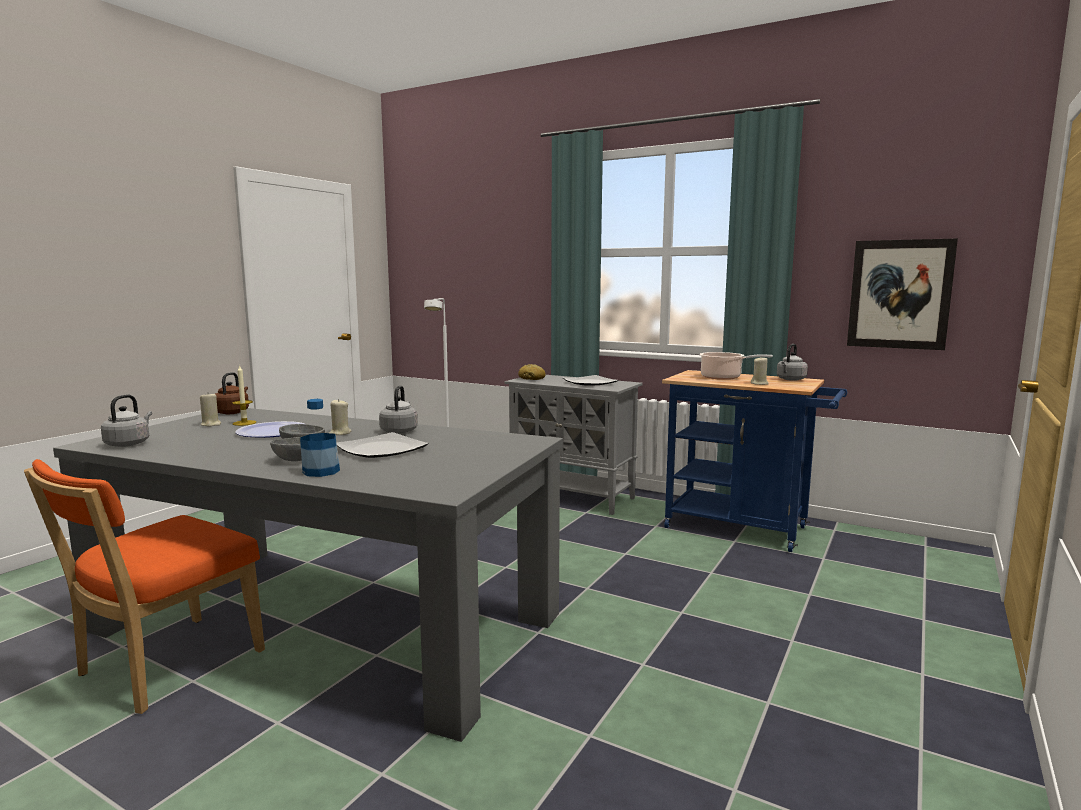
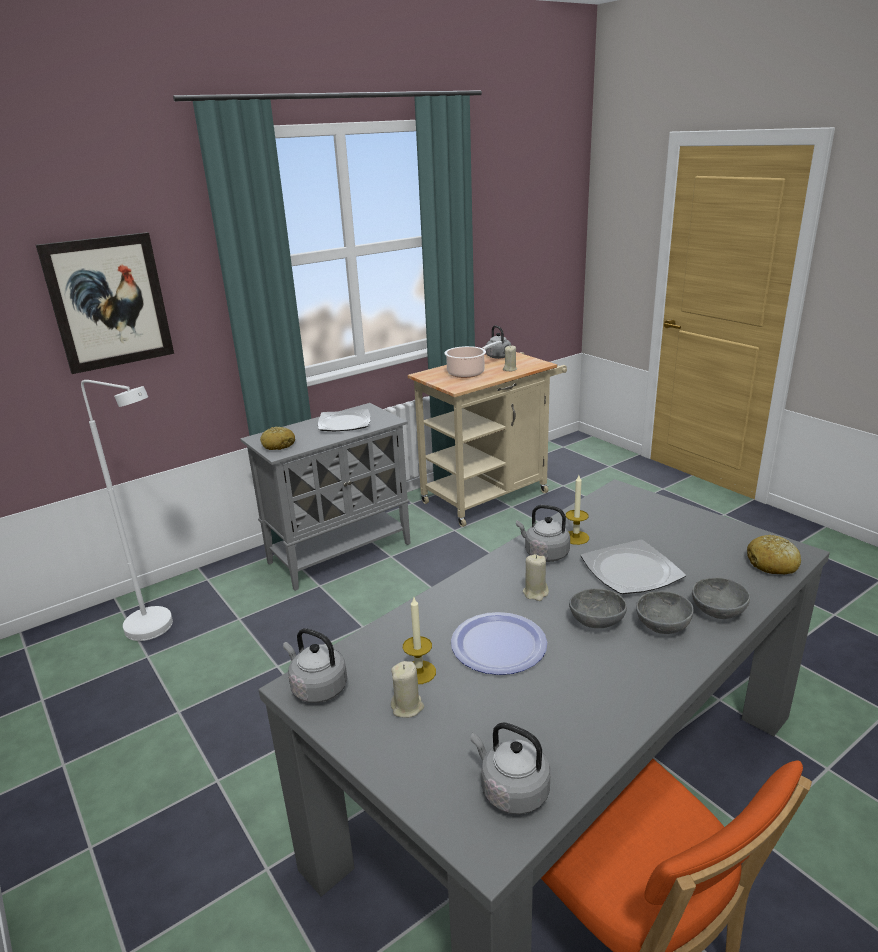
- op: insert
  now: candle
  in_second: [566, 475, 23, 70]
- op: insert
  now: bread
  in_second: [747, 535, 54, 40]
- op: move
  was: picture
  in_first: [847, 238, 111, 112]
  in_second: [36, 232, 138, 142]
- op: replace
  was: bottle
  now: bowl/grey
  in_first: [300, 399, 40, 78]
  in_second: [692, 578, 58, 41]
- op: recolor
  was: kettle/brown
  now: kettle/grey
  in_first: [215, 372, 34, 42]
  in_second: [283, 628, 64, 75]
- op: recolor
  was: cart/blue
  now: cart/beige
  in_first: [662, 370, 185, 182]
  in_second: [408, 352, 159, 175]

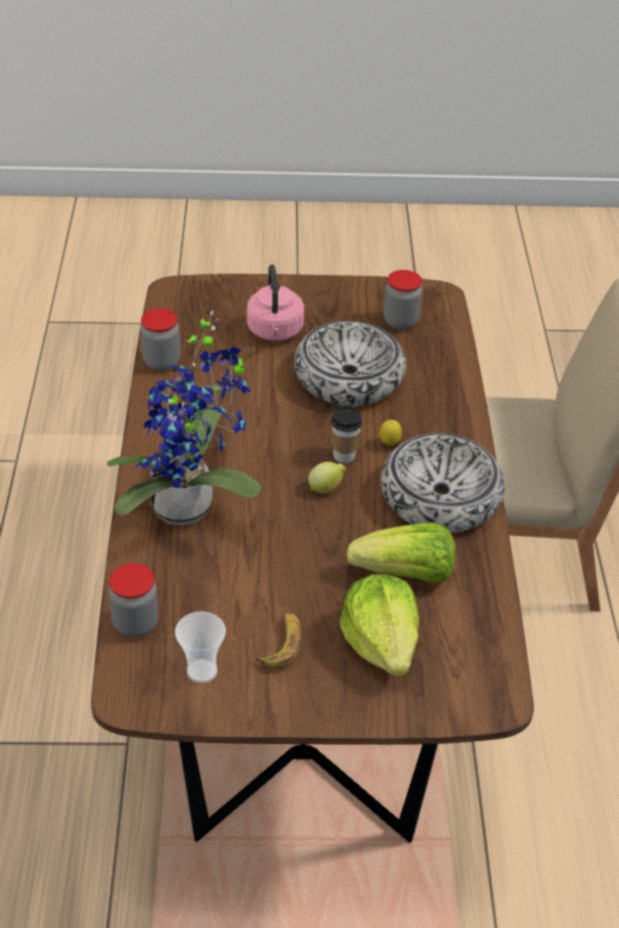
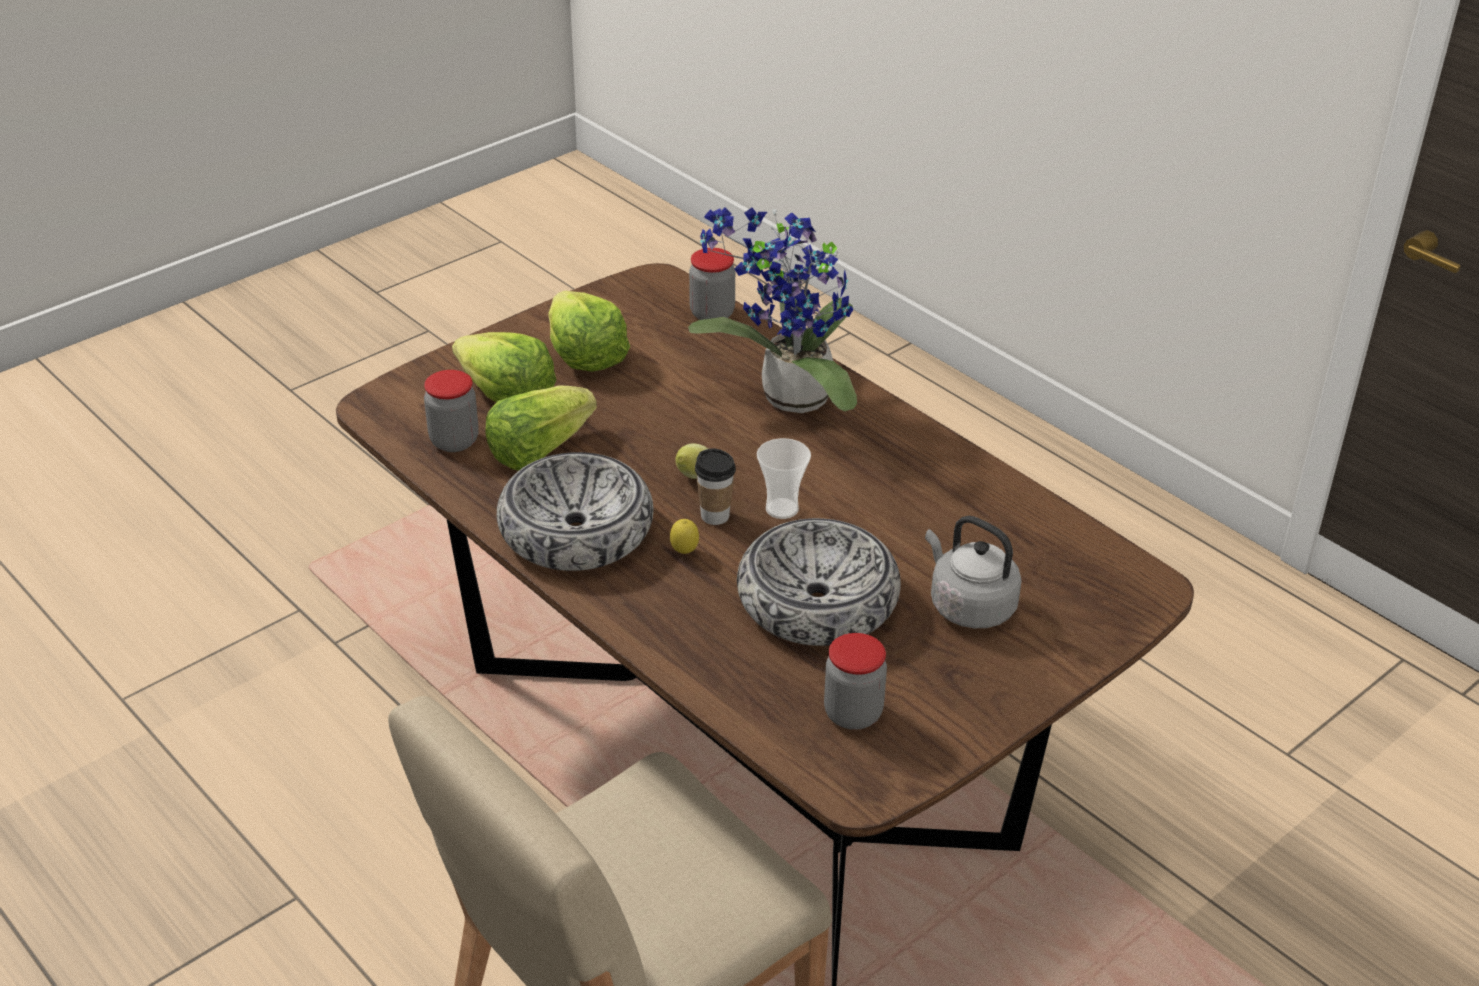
- op: move
  was: jar
  in_first: [140, 308, 40, 63]
  in_second: [424, 370, 55, 82]
- op: move
  was: cup
  in_first: [175, 611, 51, 72]
  in_second: [757, 438, 54, 81]
- op: replace
  was: banana
  now: lettuce
  in_first: [255, 612, 46, 58]
  in_second: [548, 290, 82, 82]
- op: recolor
  was: kettle/pink
  now: kettle/grey
  in_first: [247, 264, 57, 77]
  in_second: [925, 516, 97, 112]

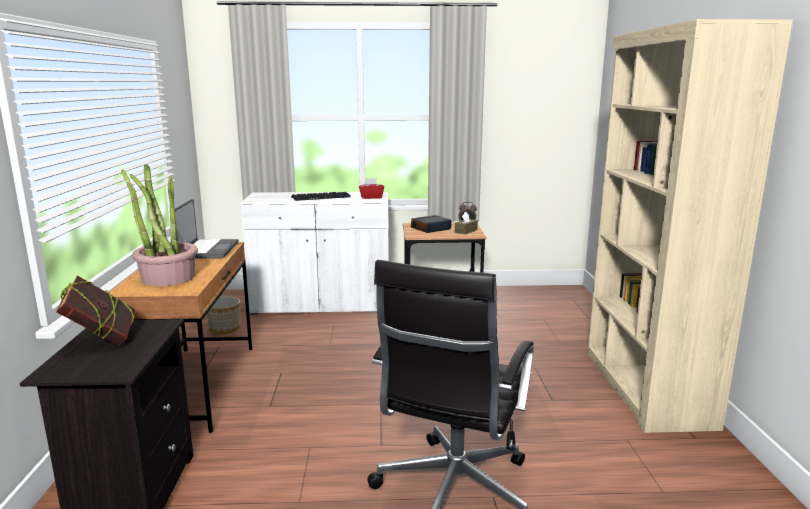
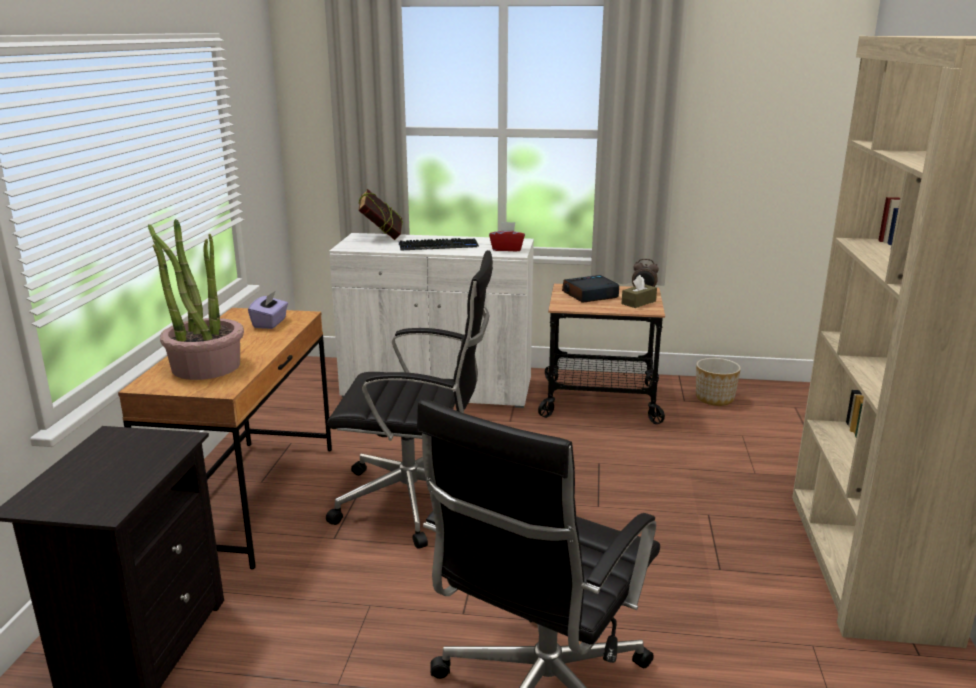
- op: insert
  now: office chair/black
  in_second: [326, 250, 167, 299]
- op: move
  was: book
  in_first: [56, 275, 79, 70]
  in_second: [358, 189, 45, 51]
- op: move
  was: planter
  in_first: [206, 296, 34, 38]
  in_second: [696, 358, 45, 48]
- op: replace
  was: laptop
  now: tissue box/purple
  in_first: [175, 199, 64, 60]
  in_second: [248, 291, 40, 38]

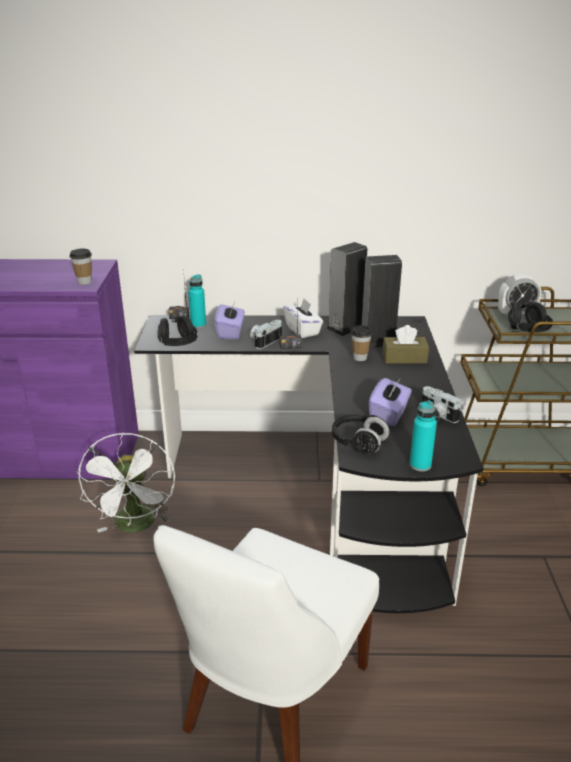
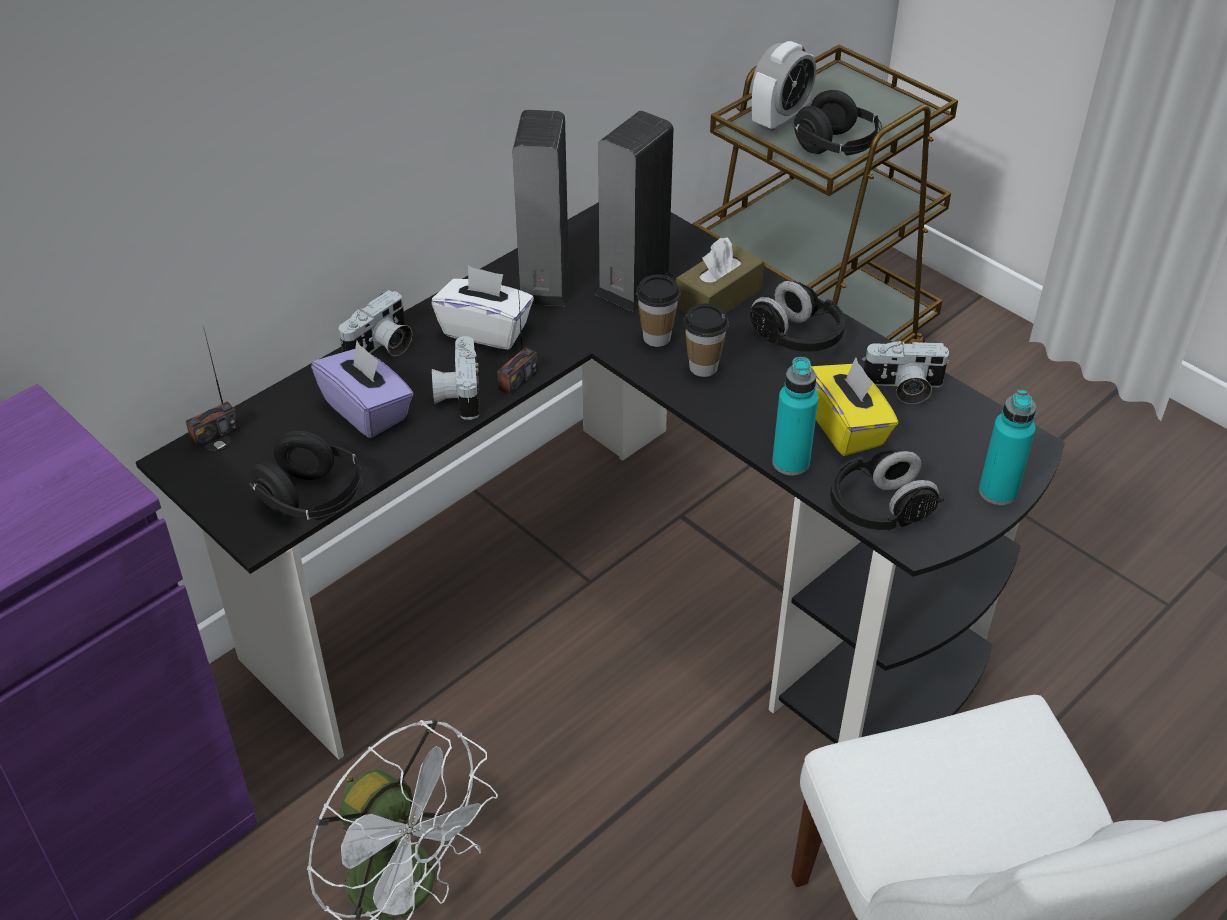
- op: insert
  now: photo camera
  in_second: [339, 290, 73, 66]
- op: insert
  now: headphones/black
  in_second: [750, 281, 95, 71]
- op: move
  was: cup
  in_first: [70, 248, 22, 37]
  in_second: [683, 303, 46, 74]
- op: move
  was: bottle/turquoise
  in_first: [188, 274, 18, 54]
  in_second: [772, 357, 46, 119]
- op: recolor
  was: tissue box/purple
  now: tissue box/yellow
  in_first: [368, 378, 44, 48]
  in_second: [811, 357, 87, 99]

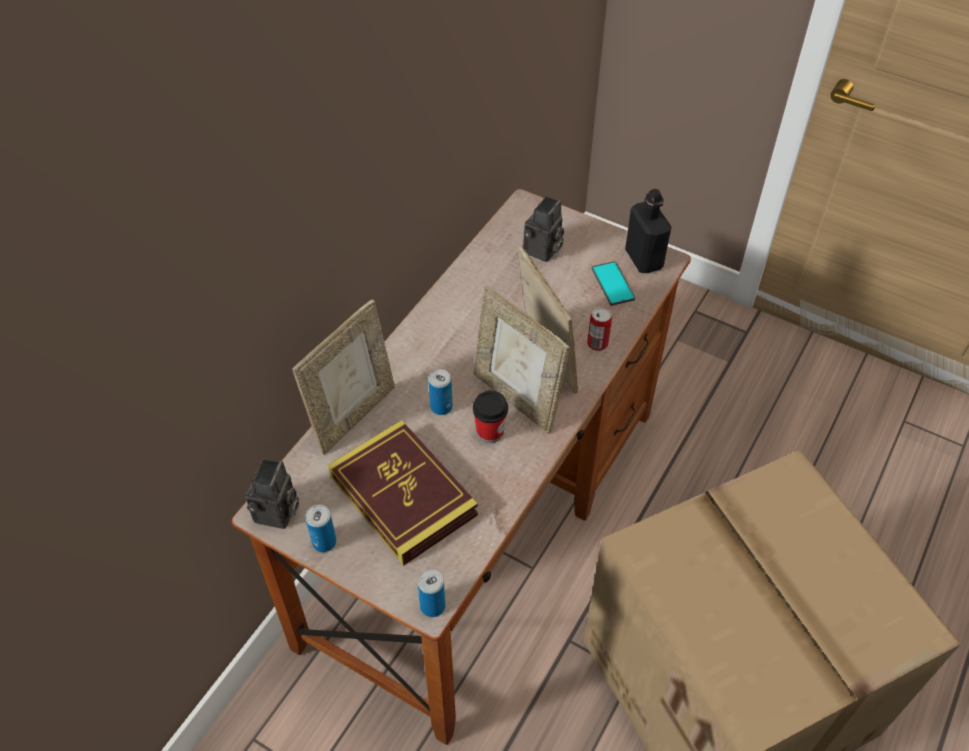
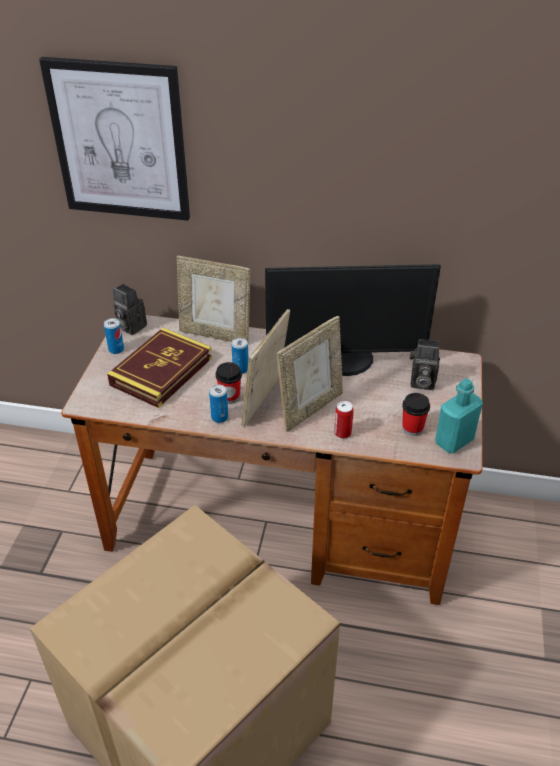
- op: insert
  now: picture
  in_second: [39, 57, 151, 164]
- op: insert
  now: monitor
  in_second: [265, 264, 176, 112]
- op: move
  was: can
  in_first: [417, 569, 28, 48]
  in_second: [209, 384, 19, 39]
- op: replace
  was: phone
  now: cup
  in_first: [591, 261, 44, 45]
  in_second: [402, 393, 28, 43]
- op: recolor
  was: bottle/black
  now: bottle/turquoise
  in_first: [625, 189, 47, 84]
  in_second: [435, 379, 48, 74]
- op: rotate
  was: photo camera
  in_first: [245, 459, 54, 70]
  in_second: [113, 284, 34, 51]
  clockwise: 45

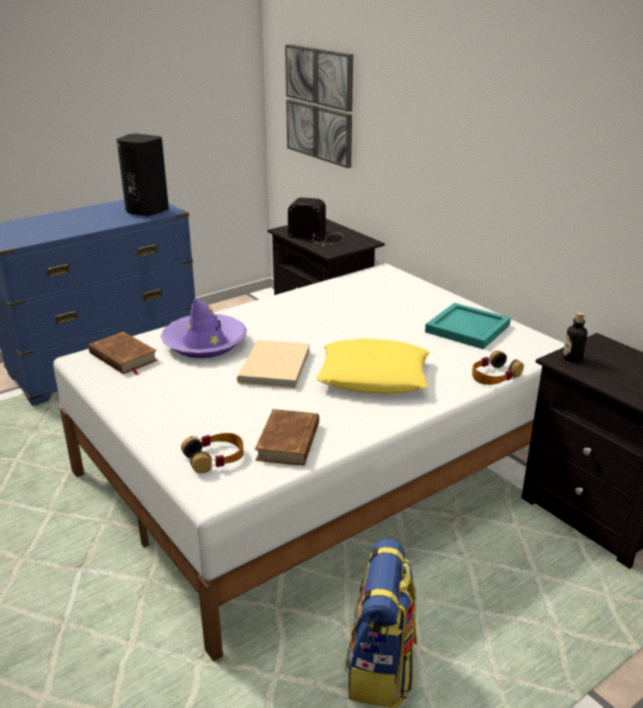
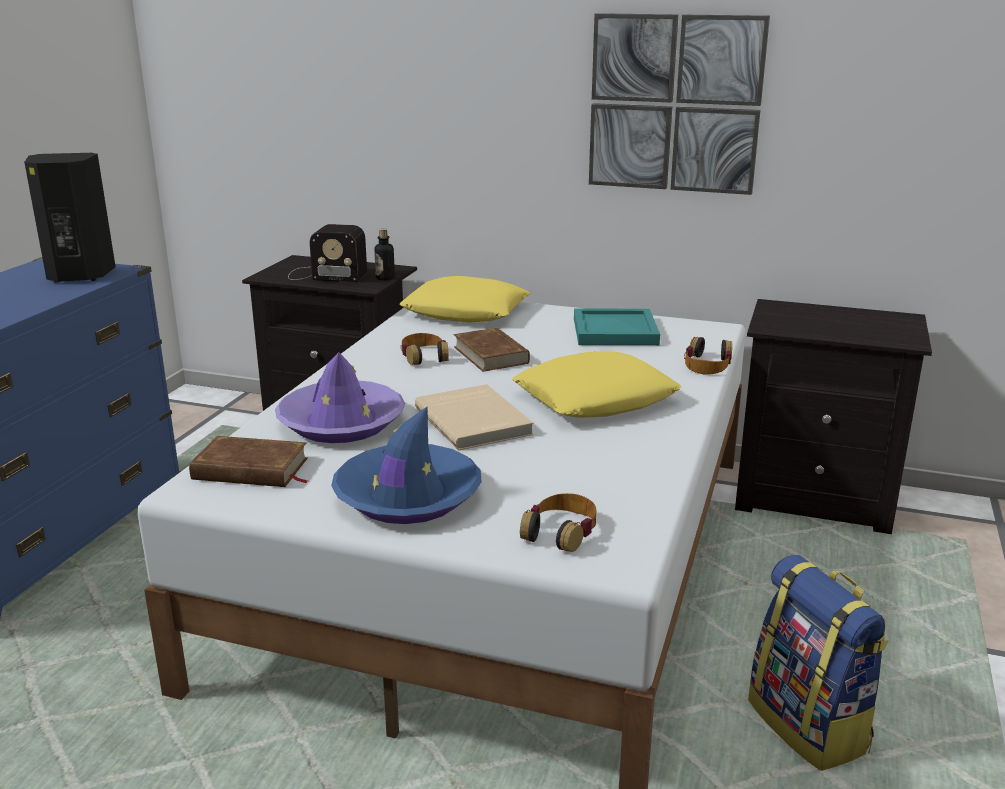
- op: insert
  now: hat/blue
  in_second: [331, 407, 150, 117]
- op: insert
  now: pillow/yellow
  in_second: [399, 276, 131, 46]
- op: insert
  now: headphones
  in_second: [401, 333, 48, 32]
- op: move
  was: book/brown
  in_first: [255, 409, 64, 57]
  in_second: [453, 328, 77, 44]
- op: move
  was: picture
  in_first: [285, 44, 68, 124]
  in_second: [589, 13, 181, 182]
- op: move
  was: bottle
  in_first: [563, 312, 24, 50]
  in_second: [374, 229, 21, 51]
- op: rotate
  was: radio
  in_first: [288, 197, 56, 49]
  in_second: [288, 224, 79, 58]
  clockwise: -150

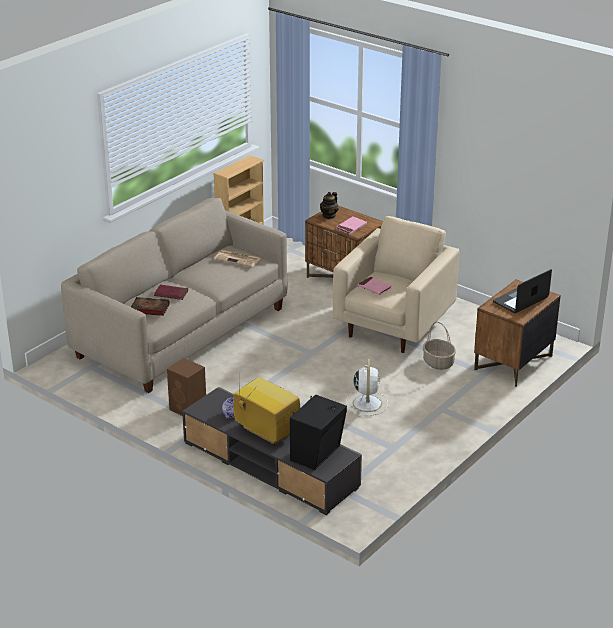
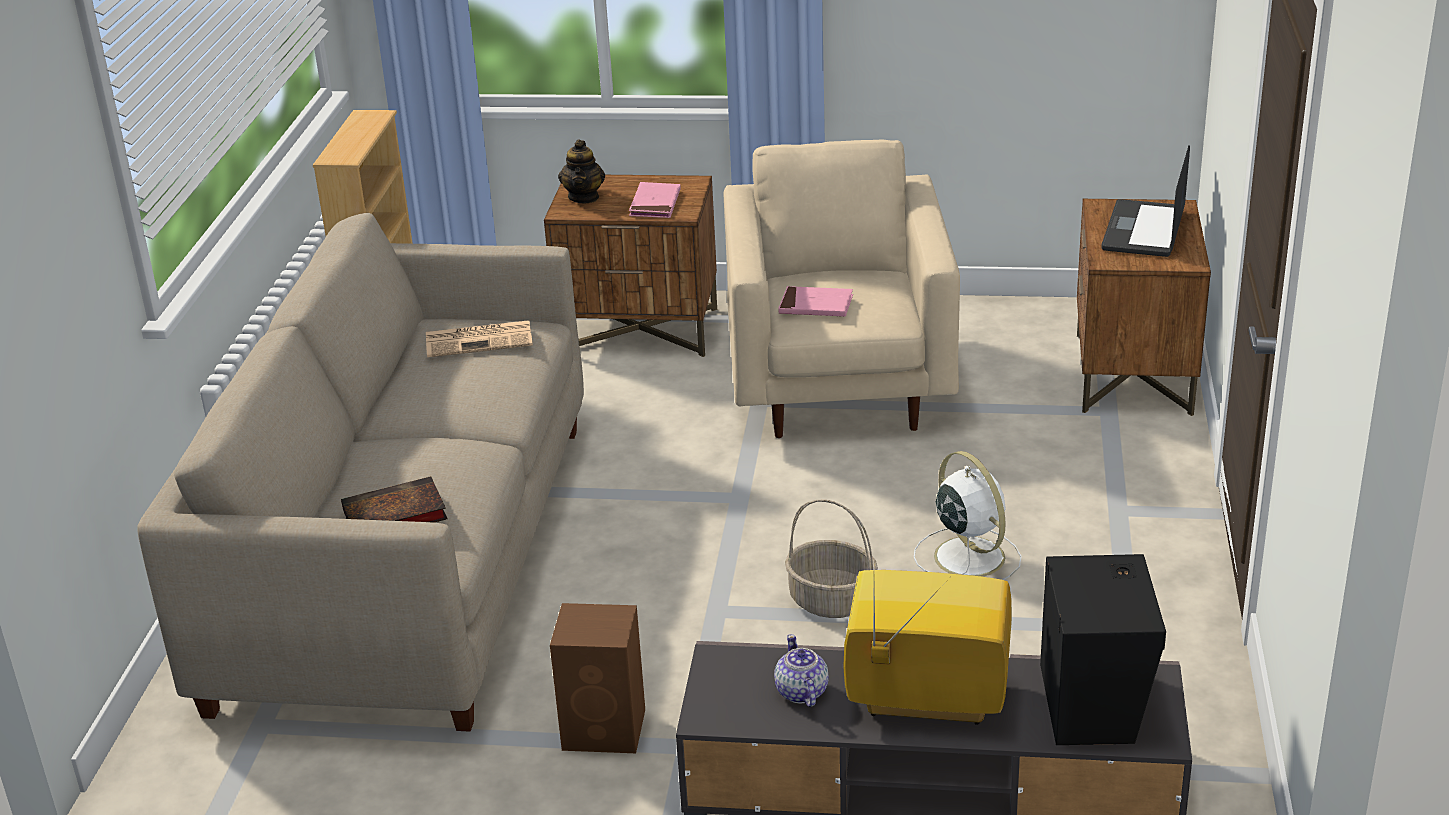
- op: delete
  was: book/red
  in_first: [154, 285, 34, 15]
- op: move
  was: basket
  in_first: [423, 322, 33, 48]
  in_second: [785, 499, 93, 119]

